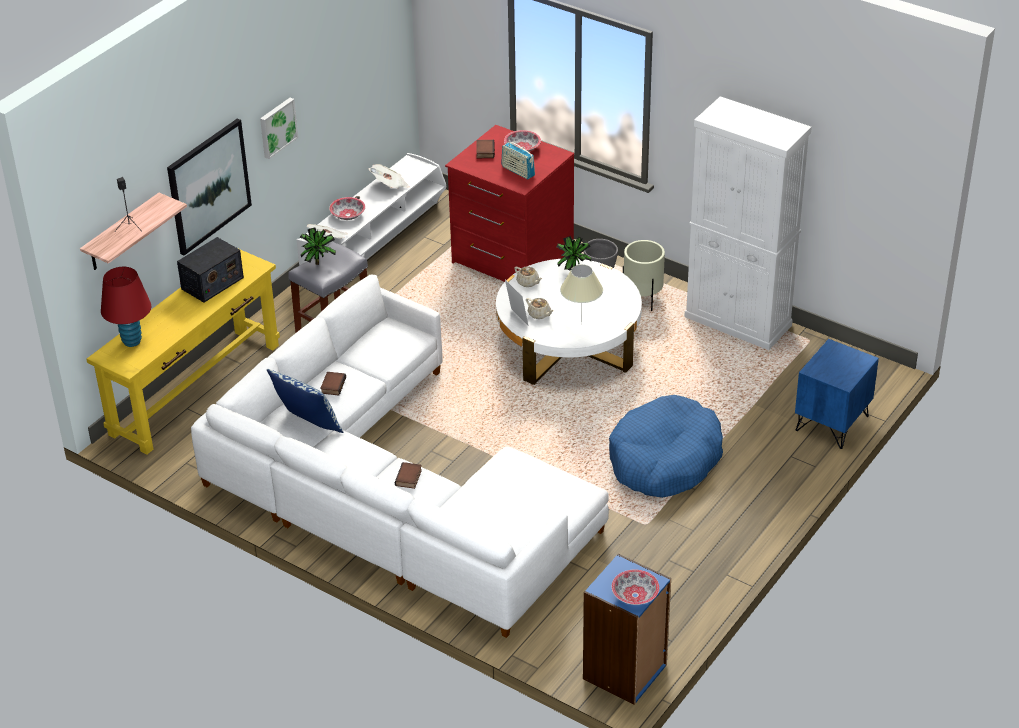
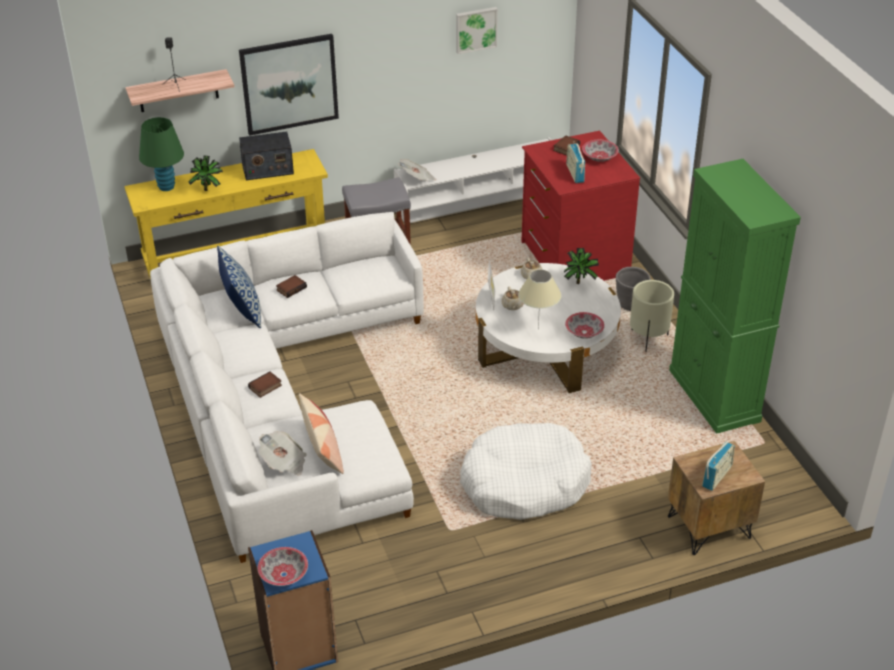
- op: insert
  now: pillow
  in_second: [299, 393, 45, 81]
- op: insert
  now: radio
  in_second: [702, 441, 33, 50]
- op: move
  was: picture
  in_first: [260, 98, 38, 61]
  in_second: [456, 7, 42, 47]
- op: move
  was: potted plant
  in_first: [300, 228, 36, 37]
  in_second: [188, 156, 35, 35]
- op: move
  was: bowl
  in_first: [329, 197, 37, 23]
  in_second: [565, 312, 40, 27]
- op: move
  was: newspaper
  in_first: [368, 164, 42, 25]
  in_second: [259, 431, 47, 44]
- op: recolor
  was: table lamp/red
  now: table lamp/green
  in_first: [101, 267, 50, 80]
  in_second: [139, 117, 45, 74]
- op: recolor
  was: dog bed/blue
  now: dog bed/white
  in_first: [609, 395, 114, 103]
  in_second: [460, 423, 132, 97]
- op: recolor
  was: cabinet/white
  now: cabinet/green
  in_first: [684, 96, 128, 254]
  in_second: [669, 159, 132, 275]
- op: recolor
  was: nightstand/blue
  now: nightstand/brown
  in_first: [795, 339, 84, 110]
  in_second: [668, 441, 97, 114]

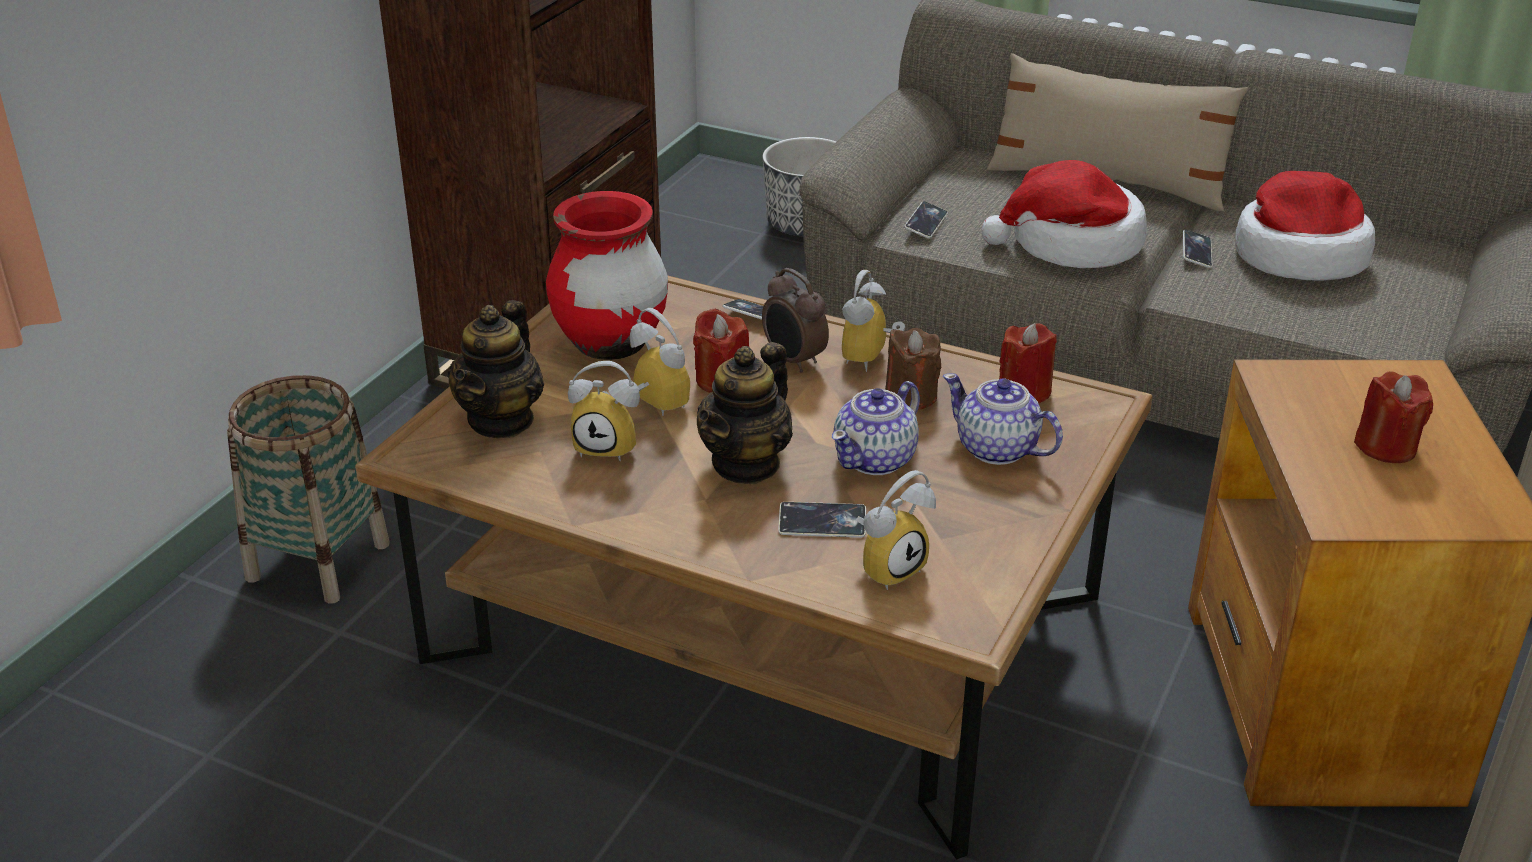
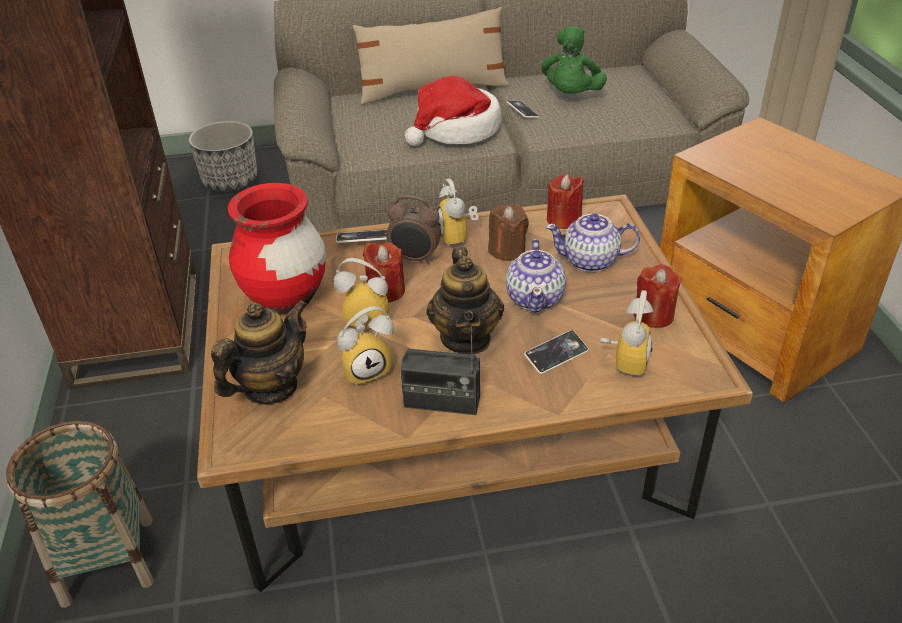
- op: delete
  was: phone
  in_first: [904, 201, 44, 37]
- op: insert
  now: radio
  in_second: [400, 326, 80, 89]
- op: move
  was: candle/red
  in_first: [1354, 371, 79, 92]
  in_second: [634, 264, 48, 64]
- op: replace
  was: hat
  now: plush toy/green
  in_first: [1235, 171, 140, 110]
  in_second: [541, 26, 66, 68]
- op: rotate
  was: teapot
  in_first: [448, 300, 96, 138]
  in_second: [211, 300, 97, 104]
  clockwise: -120

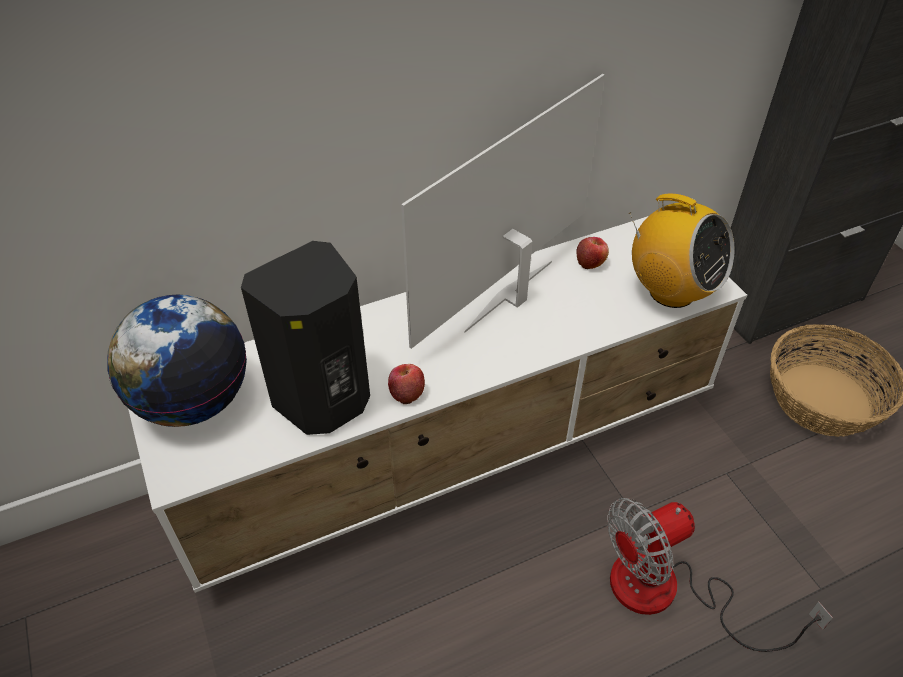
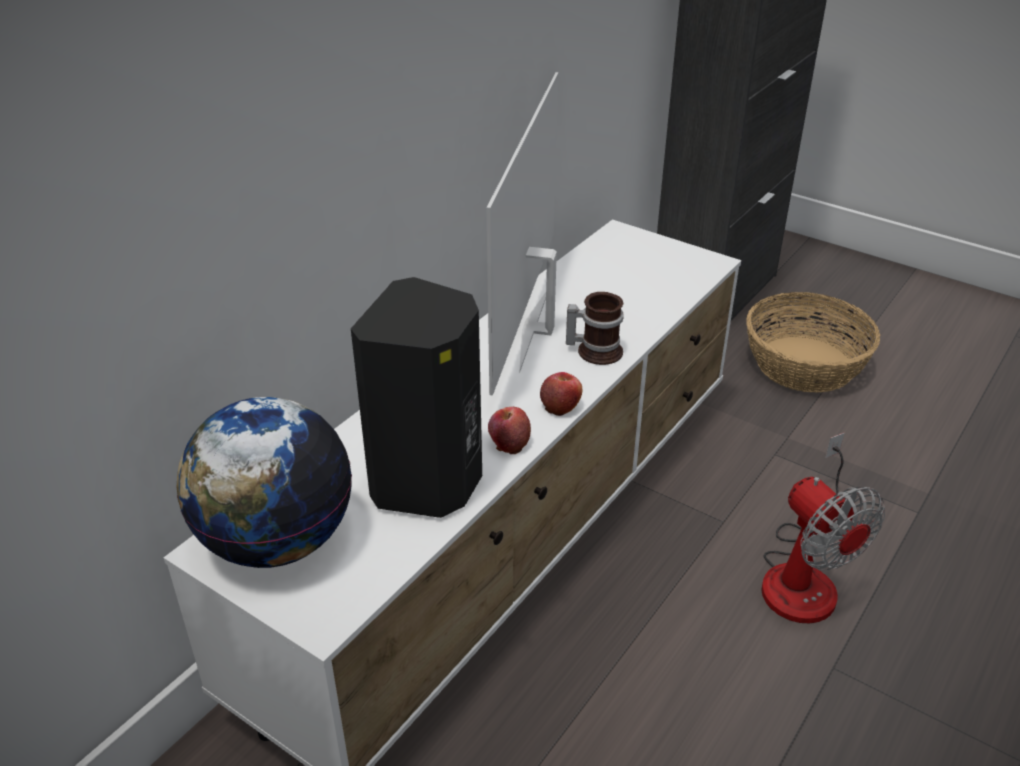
- op: delete
  was: radio
  in_first: [629, 194, 105, 114]
- op: insert
  now: mug
  in_second: [566, 292, 58, 73]
- op: move
  was: apple
  in_first: [576, 237, 33, 32]
  in_second: [540, 372, 42, 44]
- op: rotate
  was: fan
  in_first: [607, 498, 226, 154]
  in_second: [761, 433, 124, 190]
  clockwise: -60

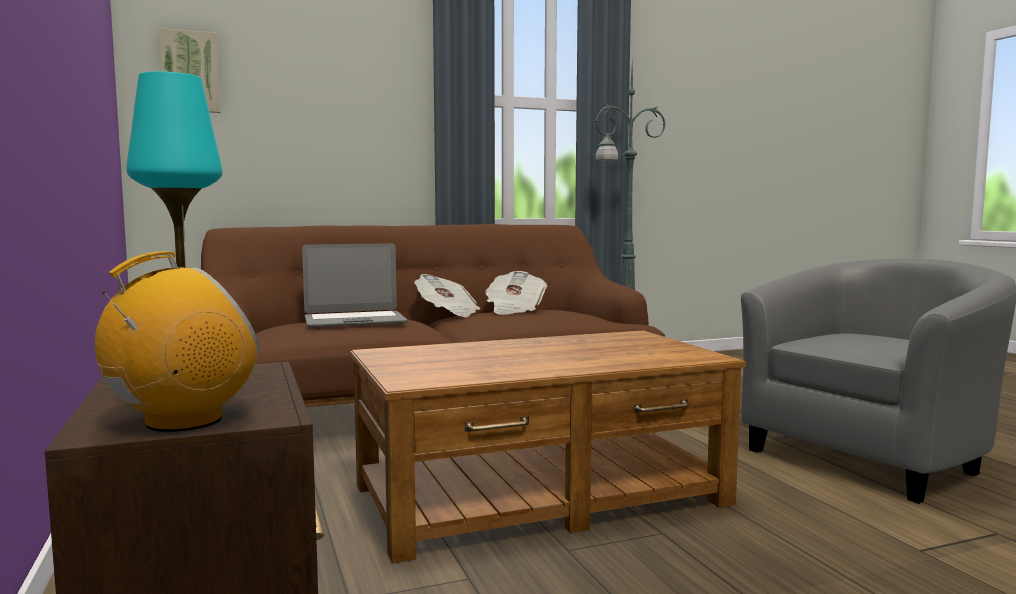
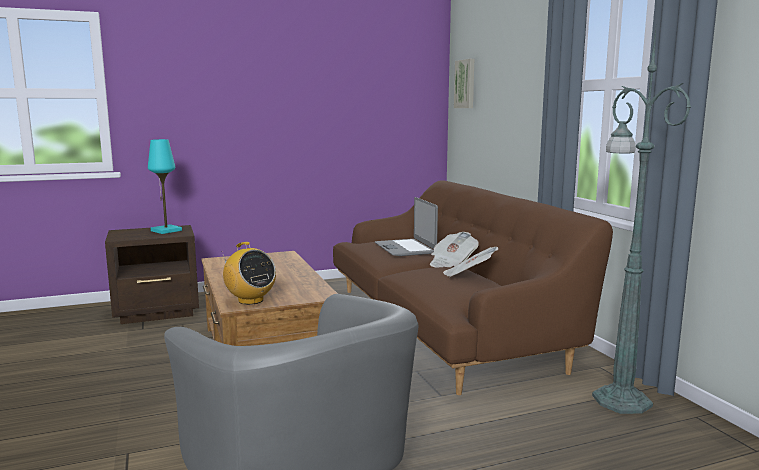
- op: move
  was: radio
  in_first: [95, 251, 165, 181]
  in_second: [221, 242, 55, 63]

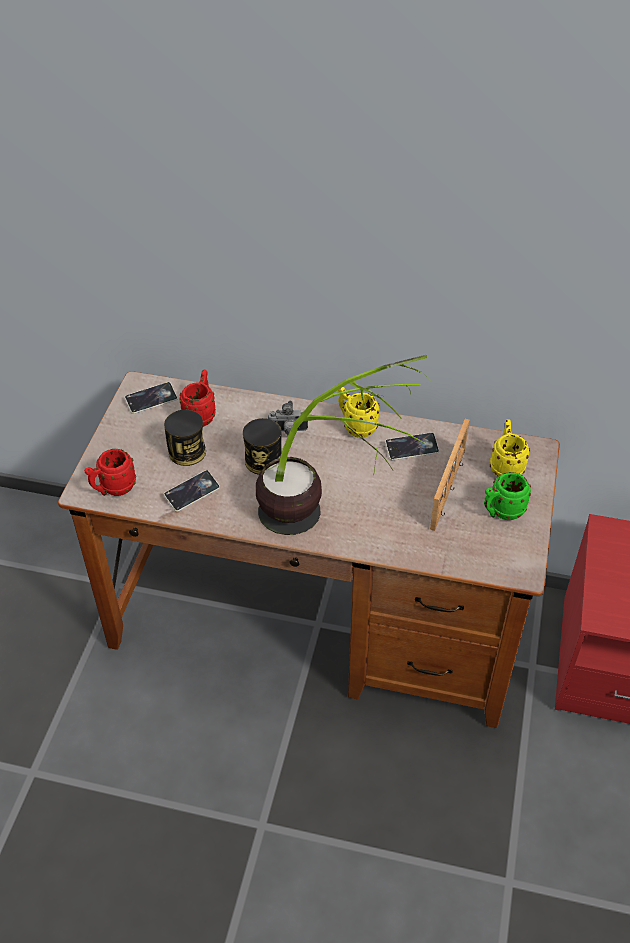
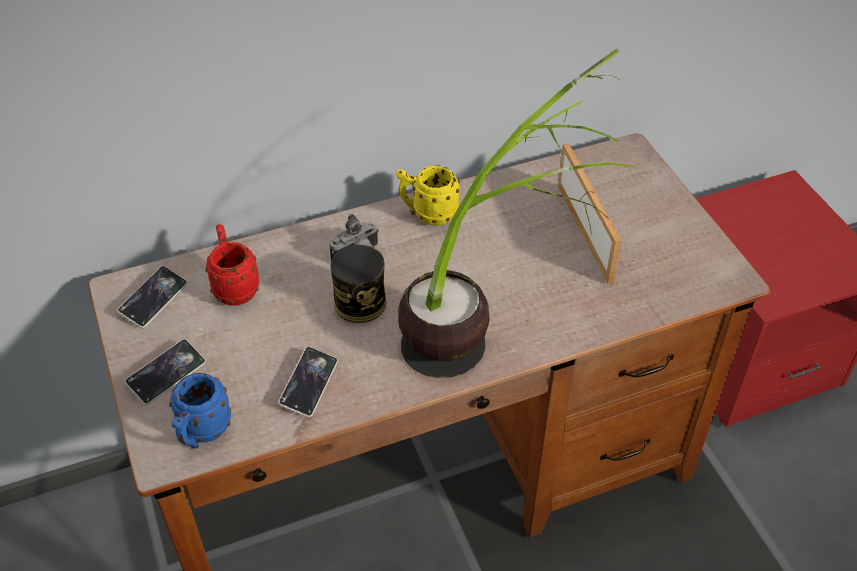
- op: delete
  was: can
  in_first: [164, 410, 42, 56]
- op: delete
  was: mug/green
  in_first: [484, 472, 47, 48]
- op: delete
  was: mug/yellow
  in_first: [490, 419, 40, 58]
- op: move
  was: phone
  in_first: [385, 432, 54, 28]
  in_second: [125, 339, 81, 66]
- op: recolor
  was: mug/red
  now: mug/blue
  in_first: [84, 449, 52, 47]
  in_second: [169, 373, 62, 76]

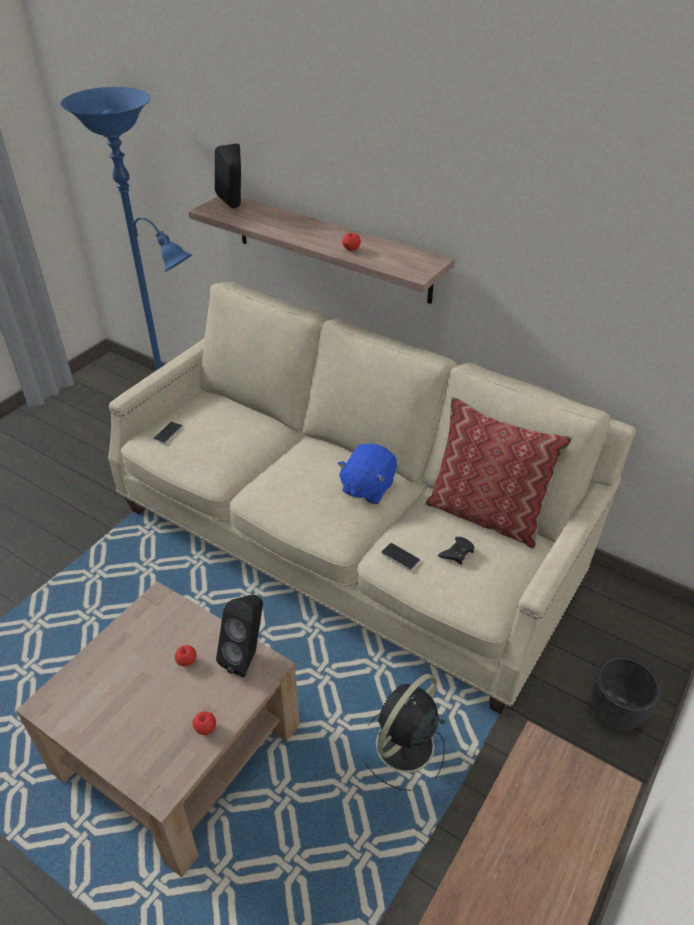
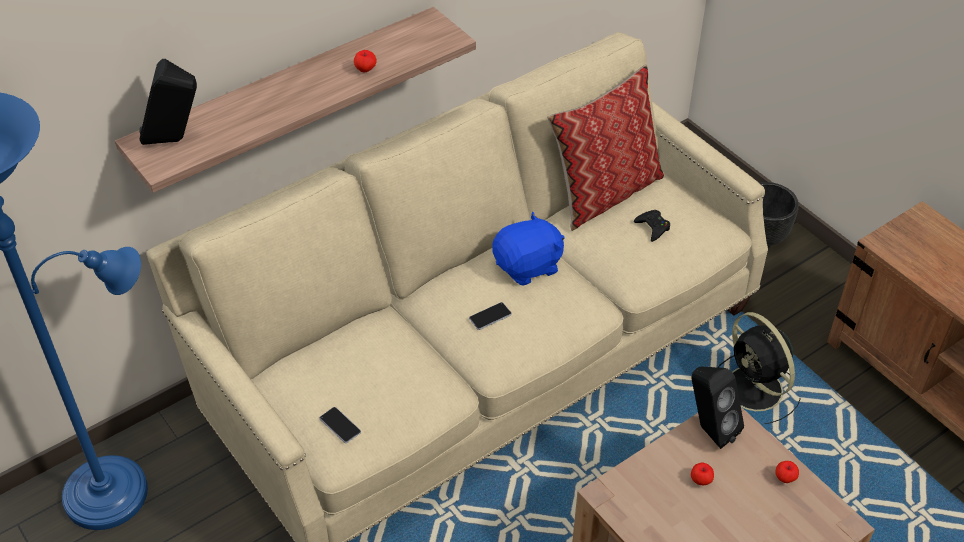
- op: move
  was: phone
  in_first: [381, 543, 39, 27]
  in_second: [469, 302, 43, 28]
- op: rotate
  was: plush toy/blue
  in_first: [337, 444, 60, 60]
  in_second: [493, 212, 71, 74]
  clockwise: -75

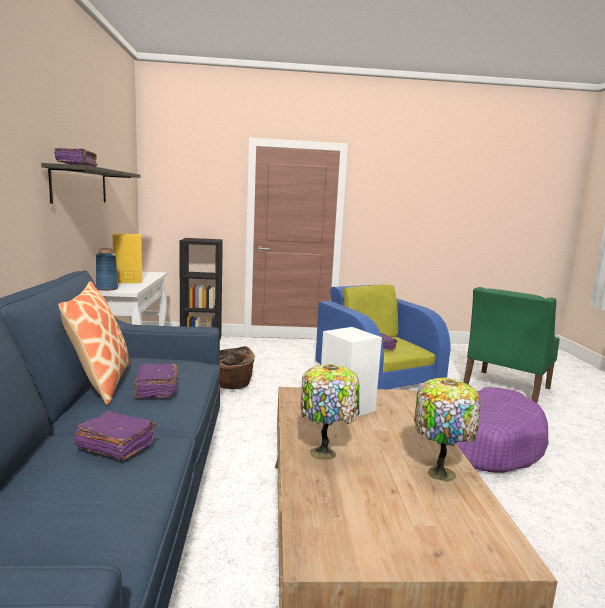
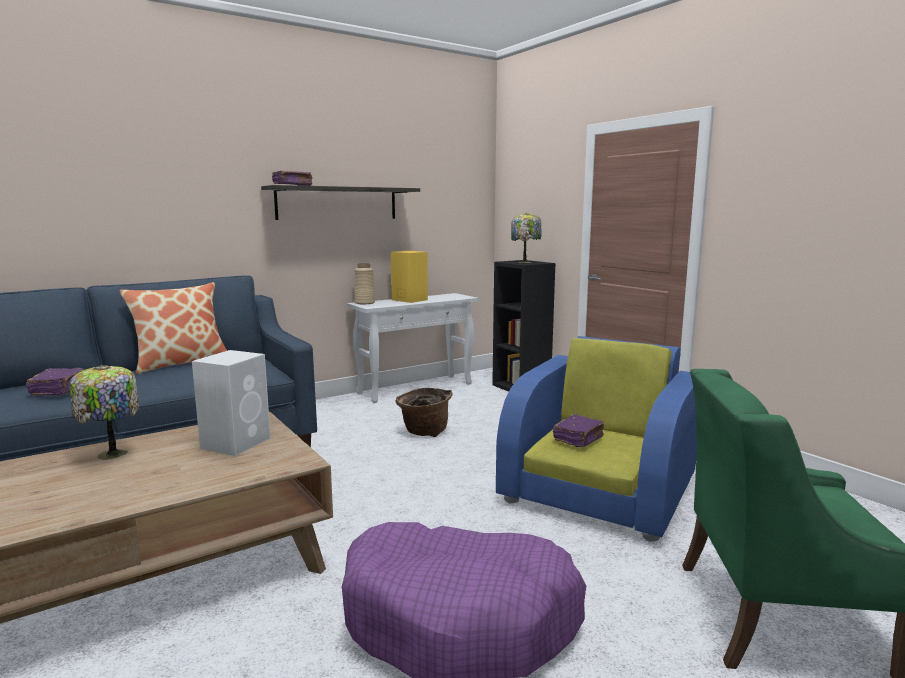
- op: delete
  was: book/purple
  in_first: [134, 364, 44, 35]
- op: move
  was: table lamp
  in_first: [414, 377, 66, 105]
  in_second: [511, 213, 31, 50]
- op: recolor
  was: vase/blue
  now: vase/beige
  in_first: [96, 248, 22, 43]
  in_second: [355, 263, 20, 41]

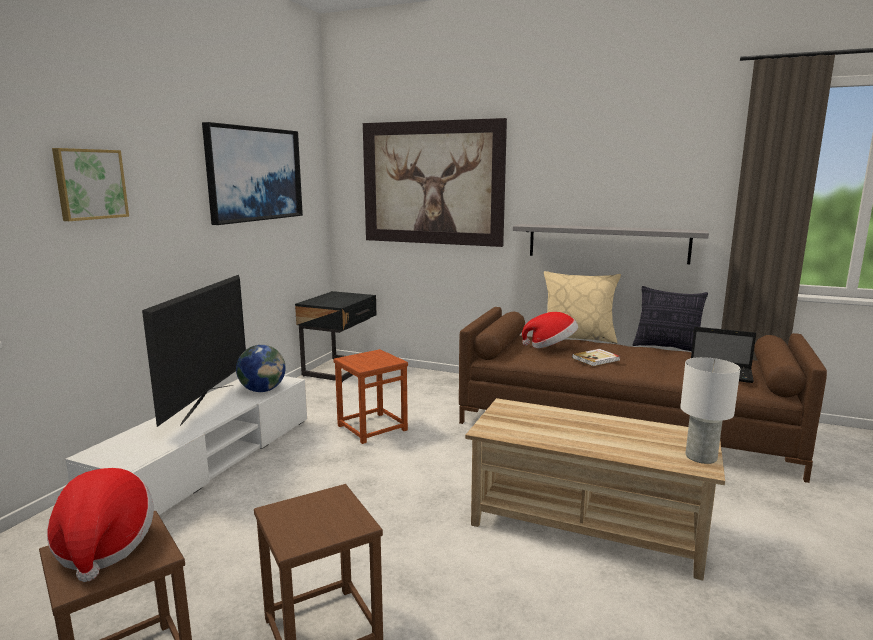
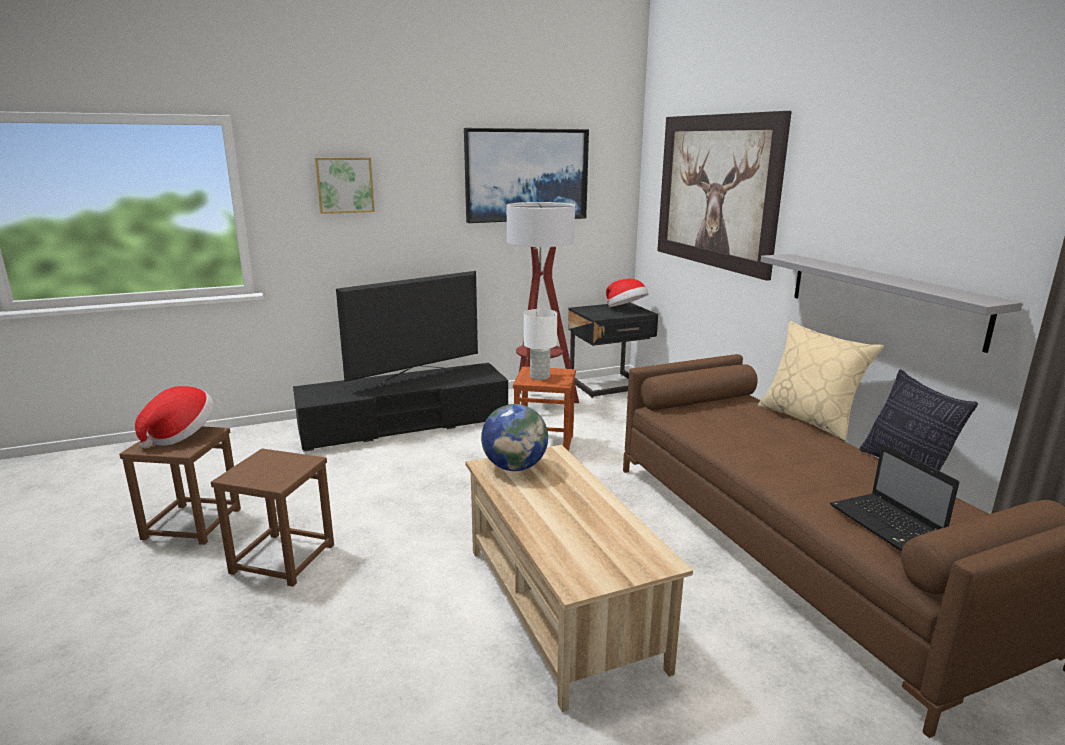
- op: delete
  was: book
  in_first: [572, 349, 48, 17]
- op: insert
  now: floor lamp
  in_second: [507, 202, 72, 203]
- op: move
  was: globe
  in_first: [236, 345, 50, 47]
  in_second: [481, 404, 67, 67]
- op: move
  was: hat
  in_first: [522, 312, 56, 36]
  in_second: [606, 279, 43, 28]
- op: move
  was: table lamp/white
  in_first: [680, 357, 60, 107]
  in_second: [524, 309, 33, 71]
- op: recolor
  was: tv stand/white
  now: tv stand/black
  in_first: [65, 376, 242, 139]
  in_second: [293, 363, 215, 89]

